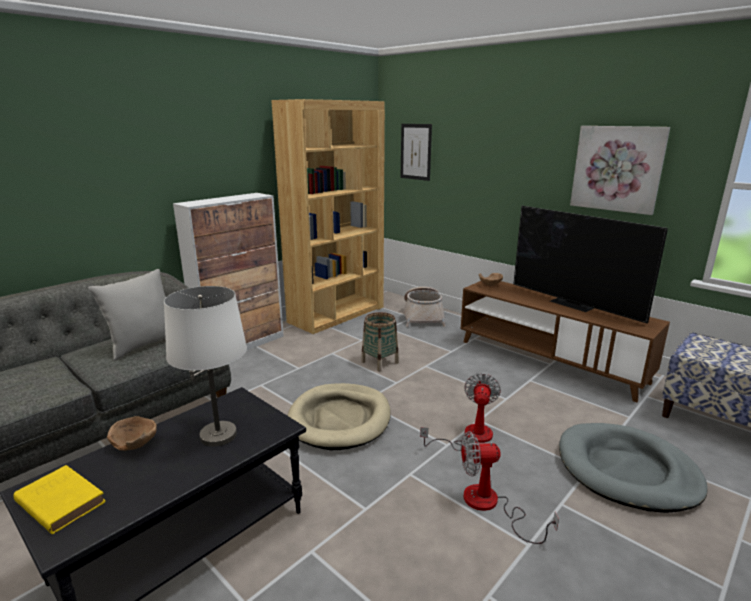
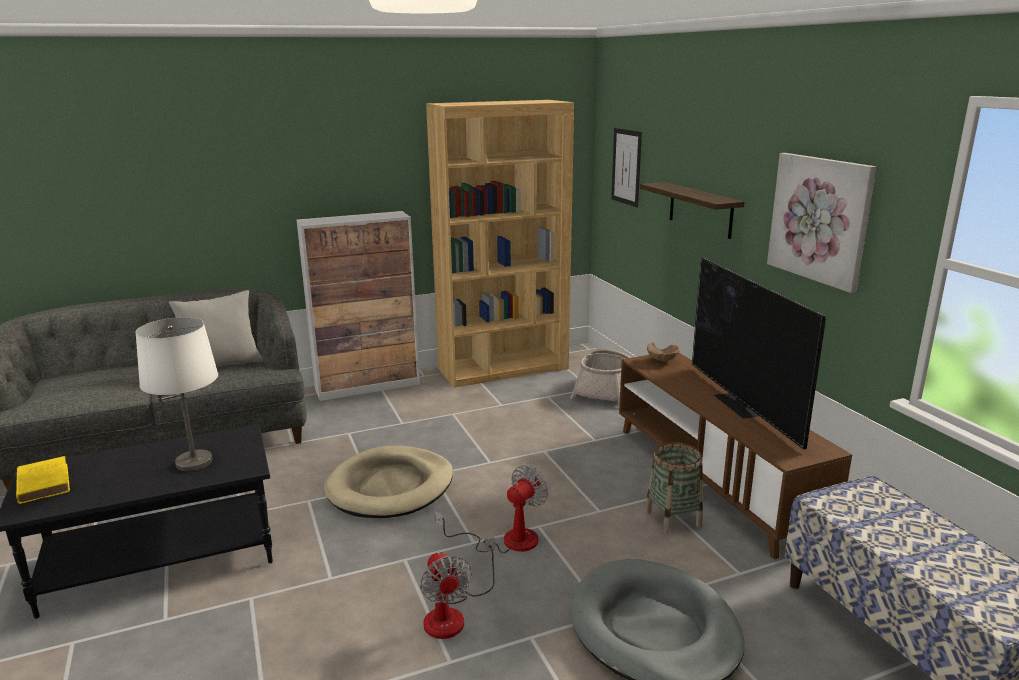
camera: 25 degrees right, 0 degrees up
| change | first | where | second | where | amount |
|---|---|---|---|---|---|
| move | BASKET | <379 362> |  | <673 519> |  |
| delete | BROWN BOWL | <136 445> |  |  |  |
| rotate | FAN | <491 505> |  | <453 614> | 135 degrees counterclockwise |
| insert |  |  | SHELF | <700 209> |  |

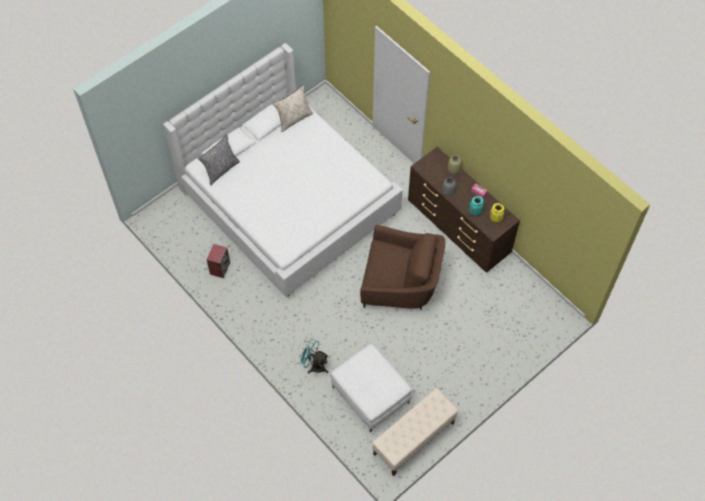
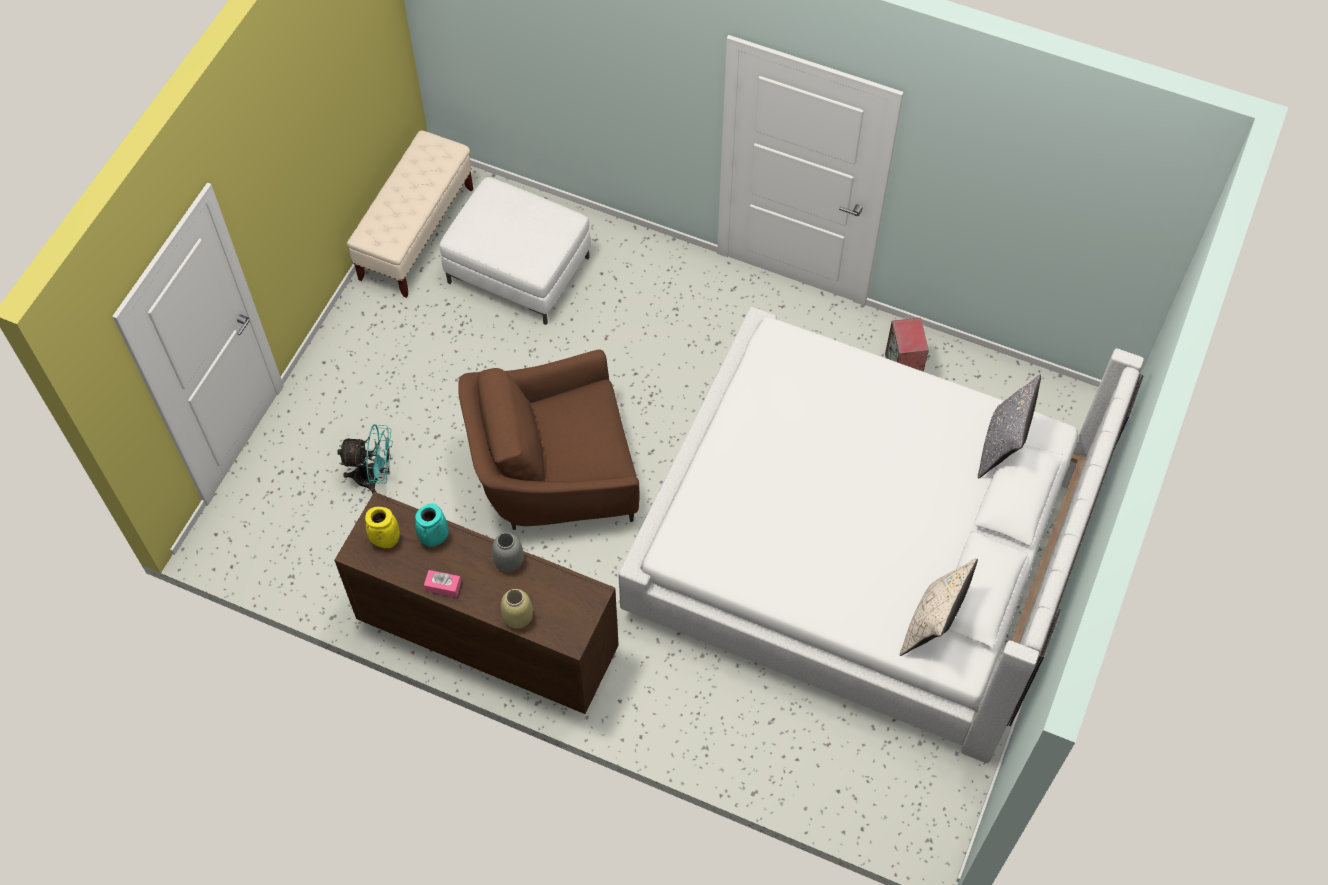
camera: 155 degrees right, 0 degrees up
| change | first | where | second | where | amount |
|---|---|---|---|---|---|
| move | TURQUOISE FAN | <314 365> |  | <374 477> |  |

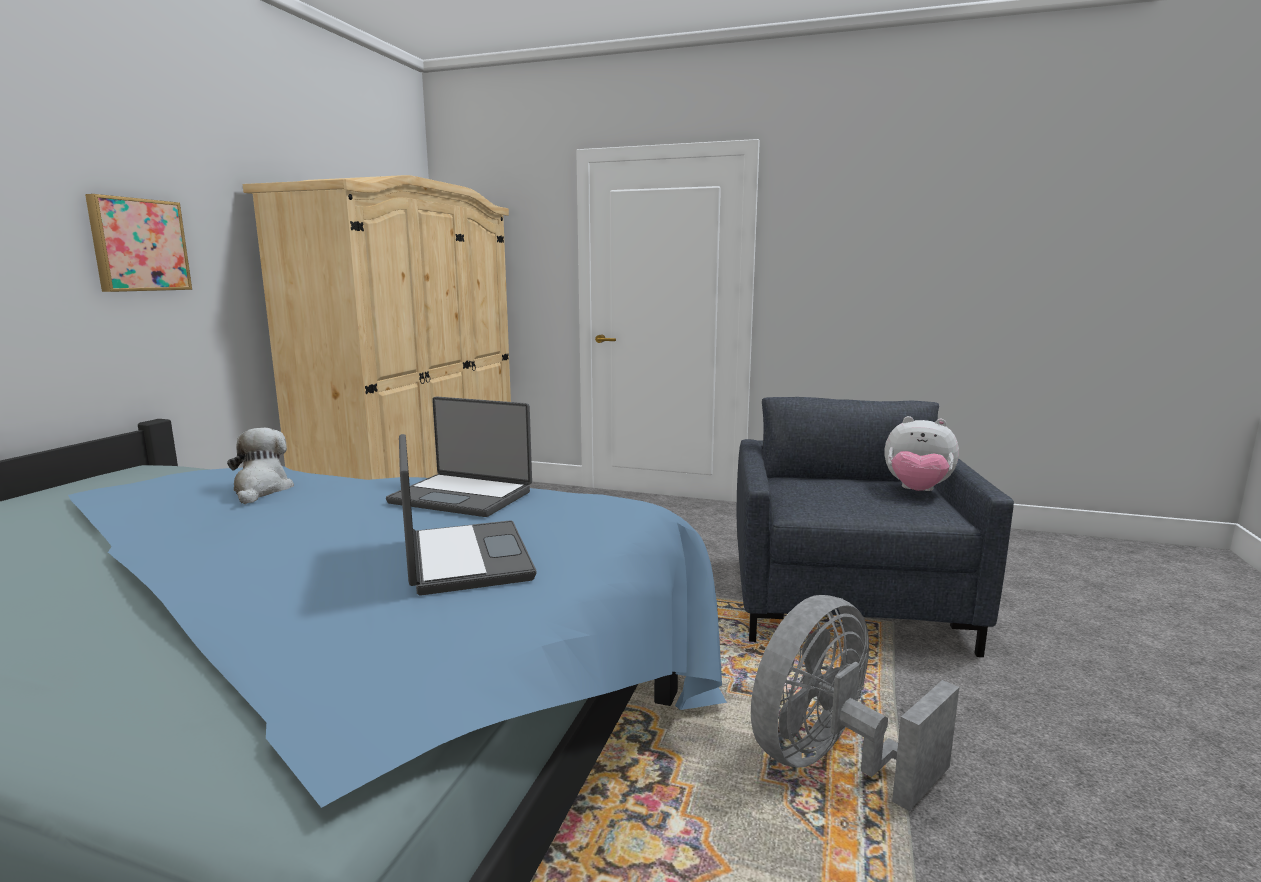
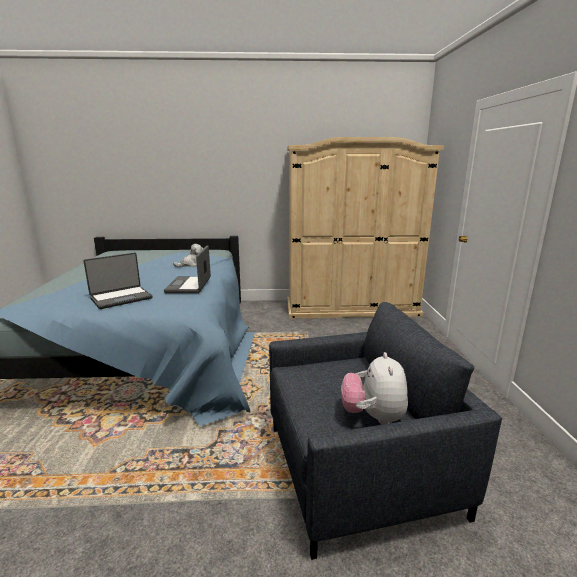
camera: 70 degrees right, 5 degrees up
| change | first | where | second | where | amount |
|---|---|---|---|---|---|
| delete | PICTURE | <138 245> |  |  |  |
| delete | GREY FAN | <831 762> |  |  |  |

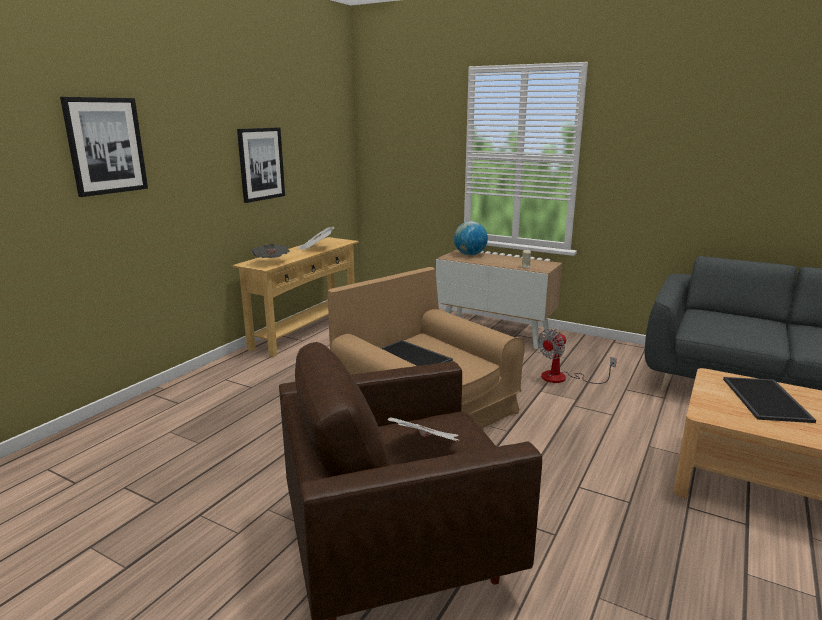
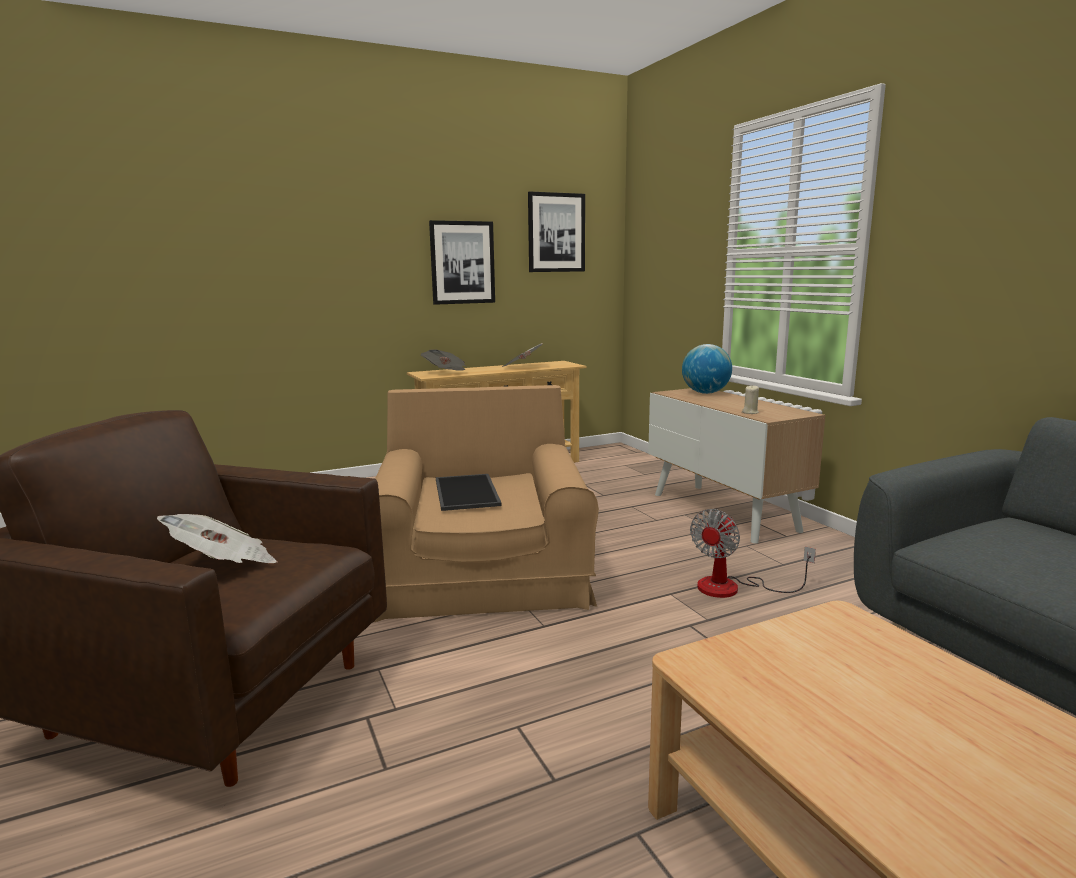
camera: 35 degrees right, 5 degrees down
| change | first | where | second | where | amount |
|---|---|---|---|---|---|
| move | PICTURE | <106 146> |  | <556 232> |  |
| rotate | FAN | <563 378> |  | <733 588> | 45 degrees counterclockwise |
| delete | TRAY | <767 400> |  |  |  |

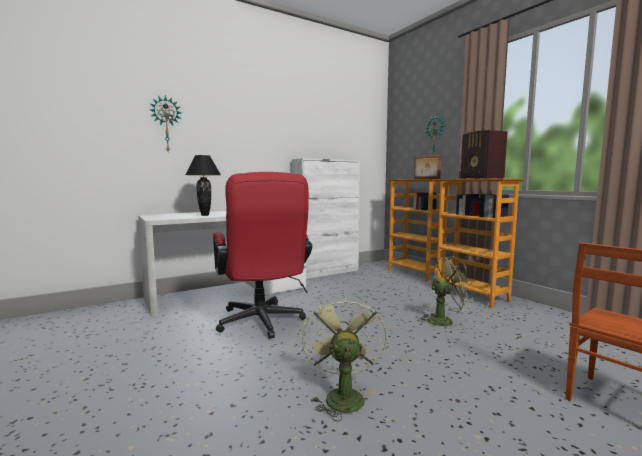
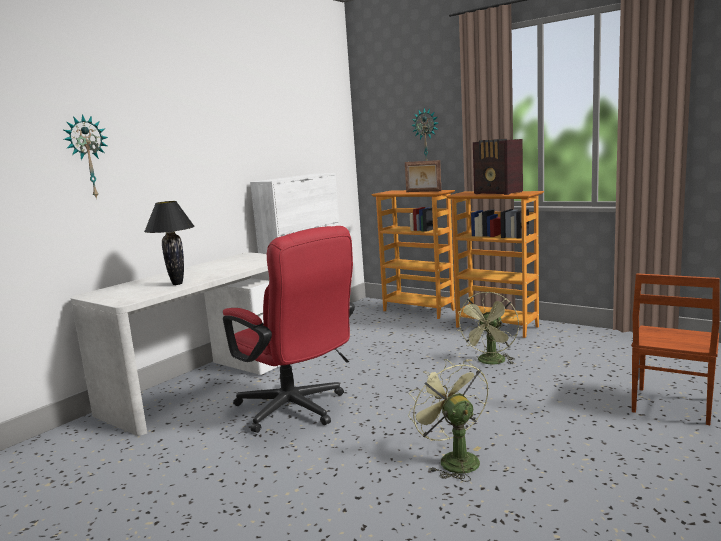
camera: 20 degrees left, 5 degrees up
| change | first | where | second | where | amount |
|---|---|---|---|---|---|
| rotate | GREEN FAN | <444 321> |  | <490 362> | 150 degrees clockwise |

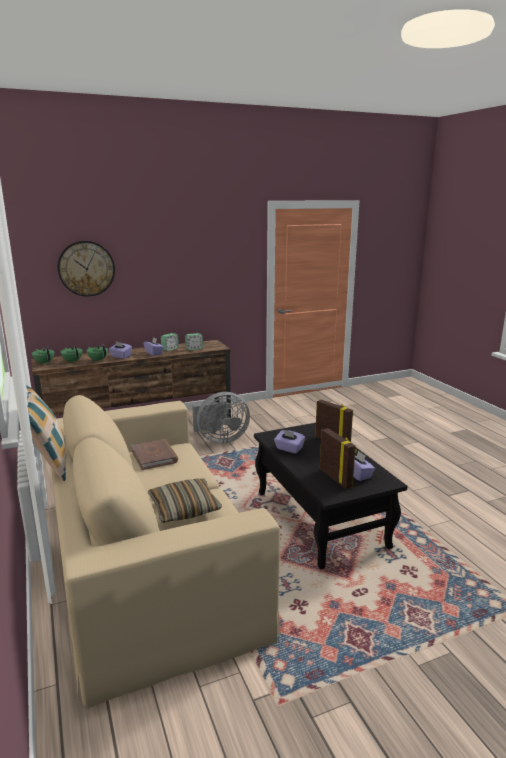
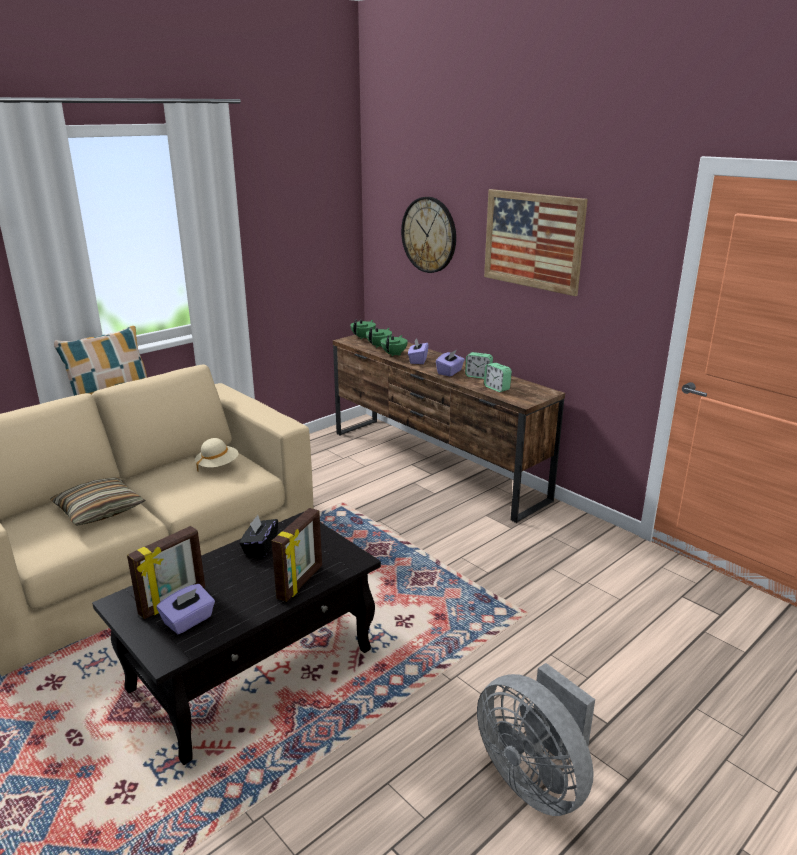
camera: 70 degrees right, 5 degrees up
| change | first | where | second | where | amount |
|---|---|---|---|---|---|
| move | GREY FAN | <220 439> |  | <535 779> |  |
| recolor | PURPLE TISSUE BOX | <289 449> | BLACK TISSUE BOX | <260 547> |  |
| replace | BROWN BOOK | <154 456> | BEIGE HAT | <217 466> |  |
| insert |  |  | PICTURE | <533 240> |  |

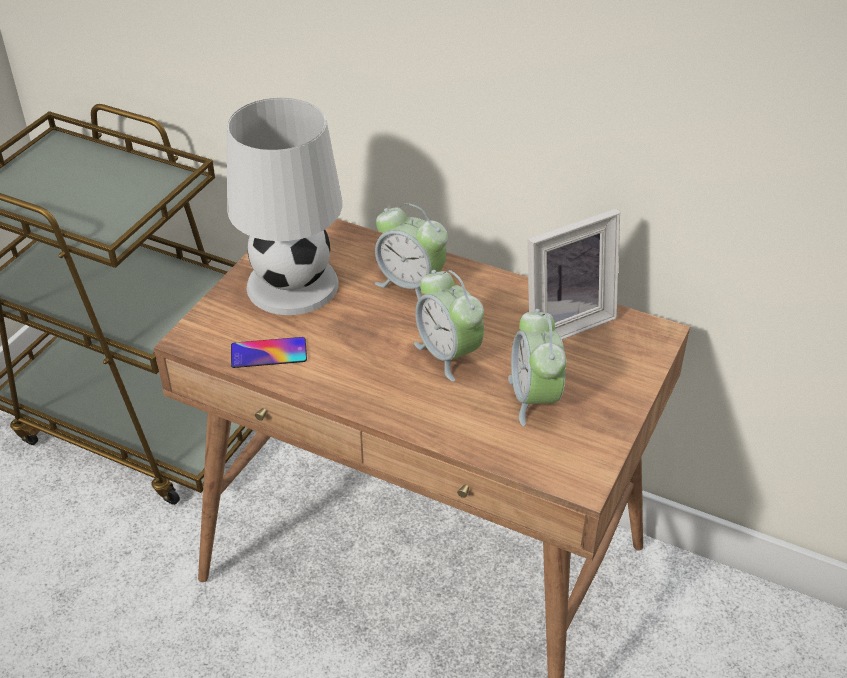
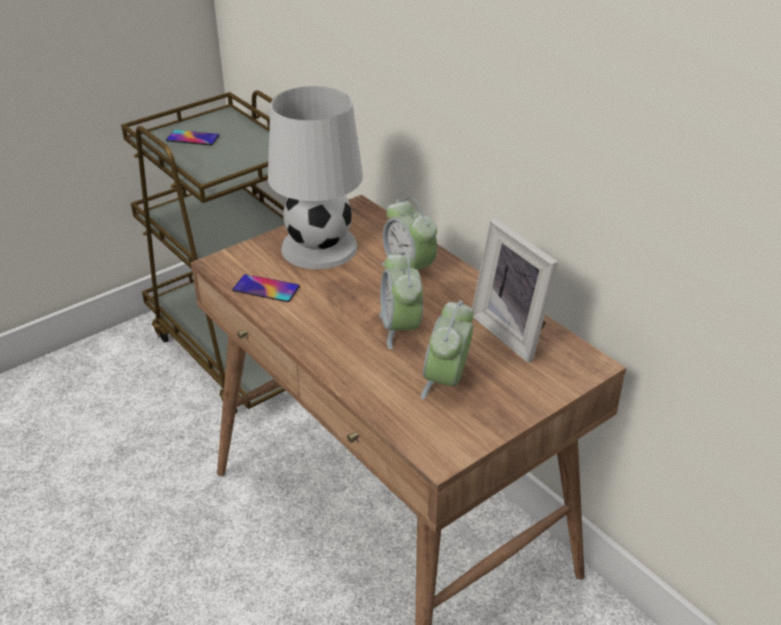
camera: 25 degrees right, 5 degrees down
| change | first | where | second | where | amount |
|---|---|---|---|---|---|
| rotate | PICTURE FRAME | <563 322> |  | <514 332> | 60 degrees clockwise |
| insert |  |  | PHONE | <193 138> |  |

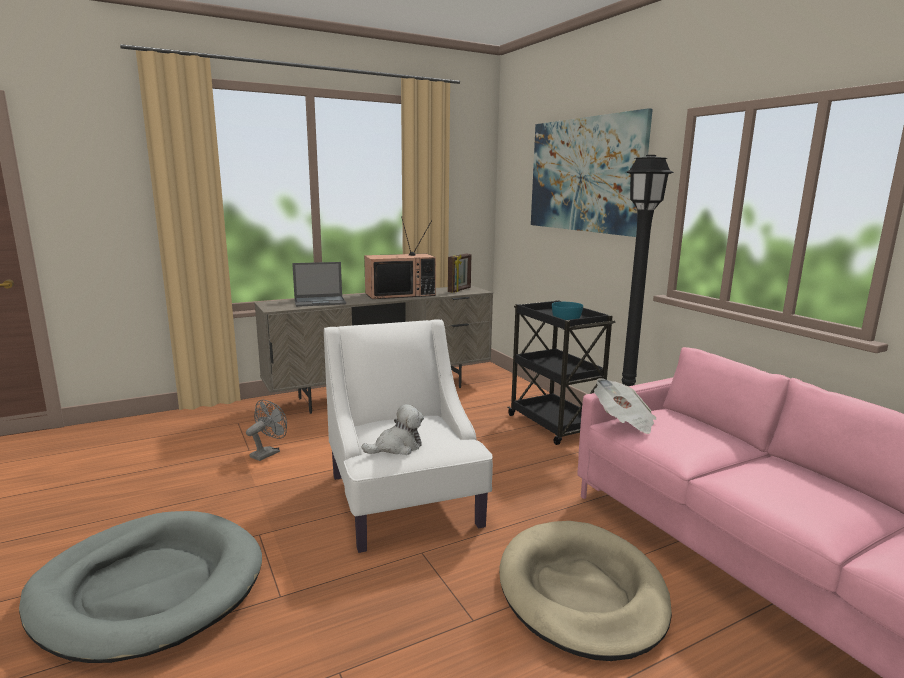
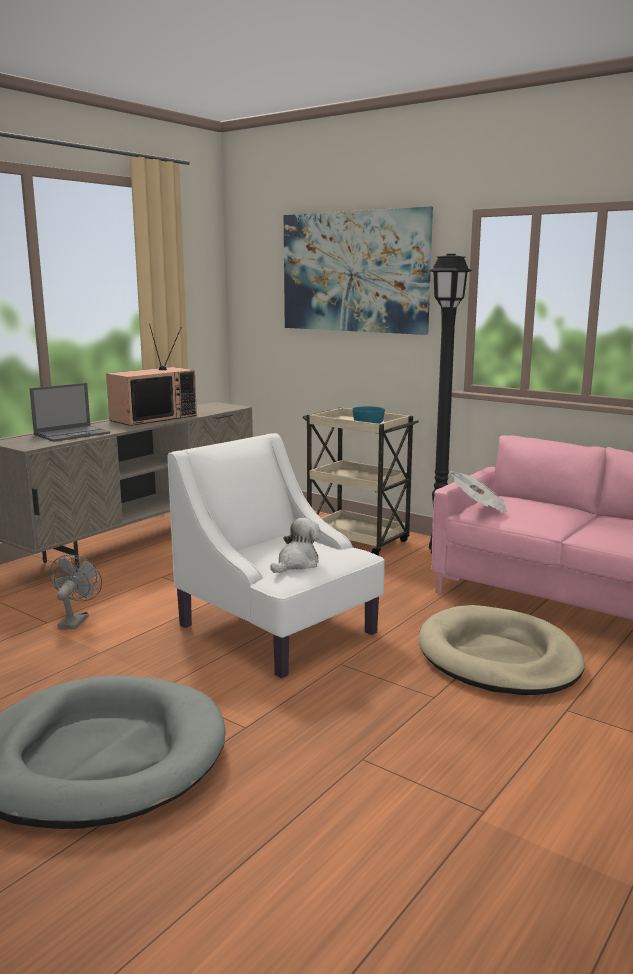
camera: 25 degrees left, 0 degrees up
| change | first | where | second | where | amount |
|---|---|---|---|---|---|
| delete | PICTURE FRAME | <460 290> |  |  |  |
| recolor | BLACK CART | <554 425> | BEIGE CART | <358 541> |  |

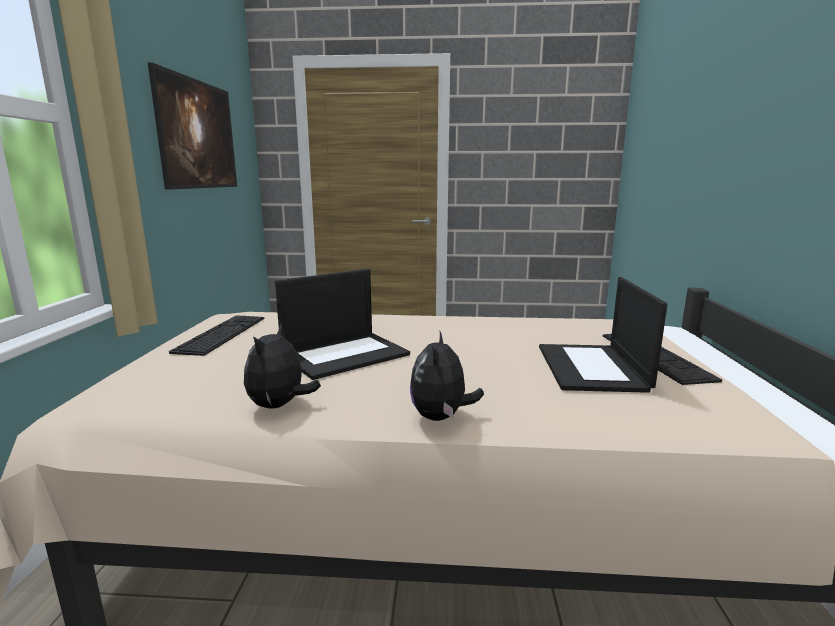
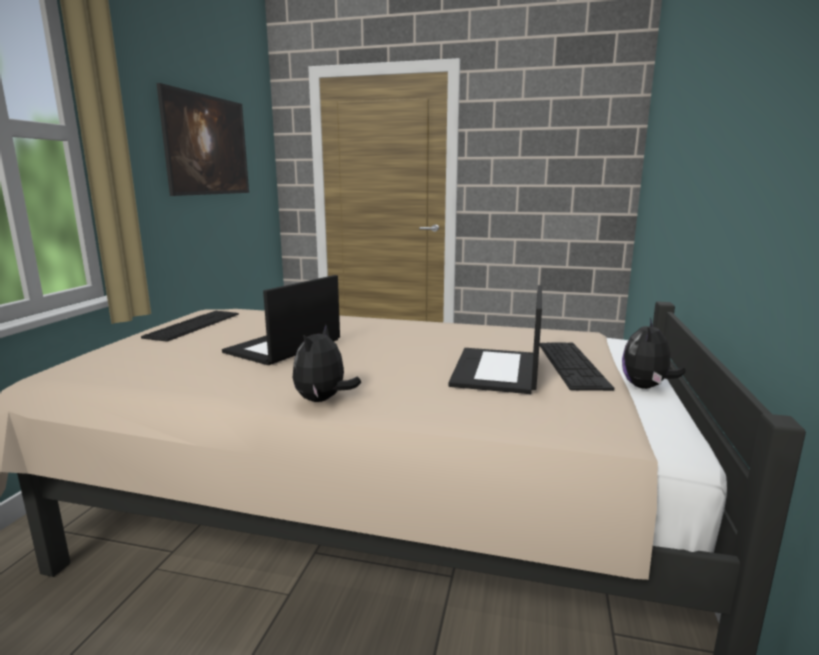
camera: 10 degrees right, 0 degrees up
| change | first | where | second | where | amount |
|---|---|---|---|---|---|
| rotate | LAPTOP | <345 354> |  | <283 347> | 150 degrees clockwise |
| move | PLUSH TOY | <279 406> |  | <646 387> |  |

